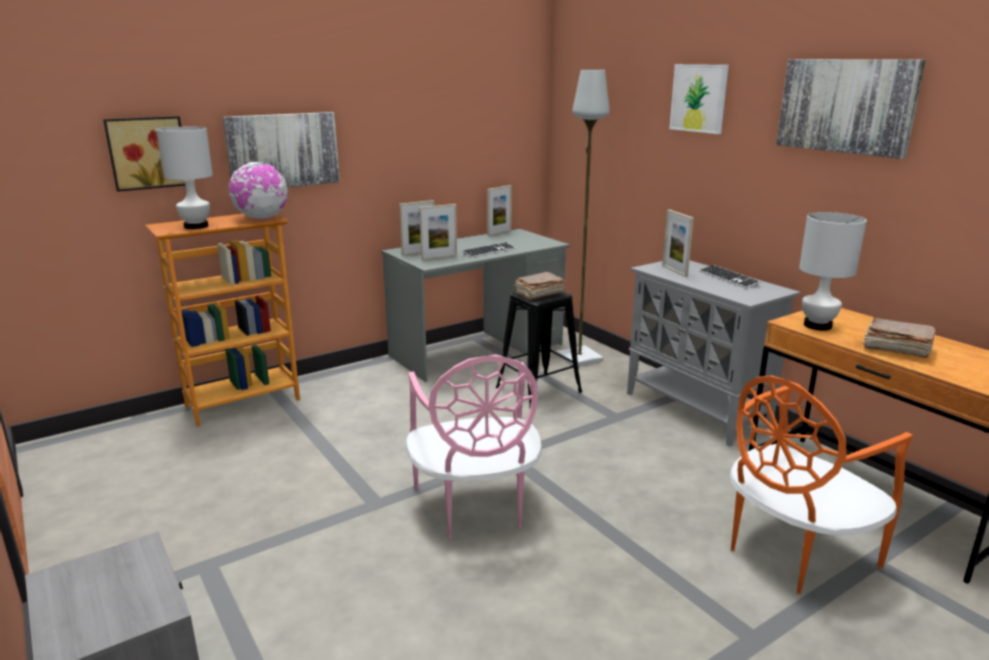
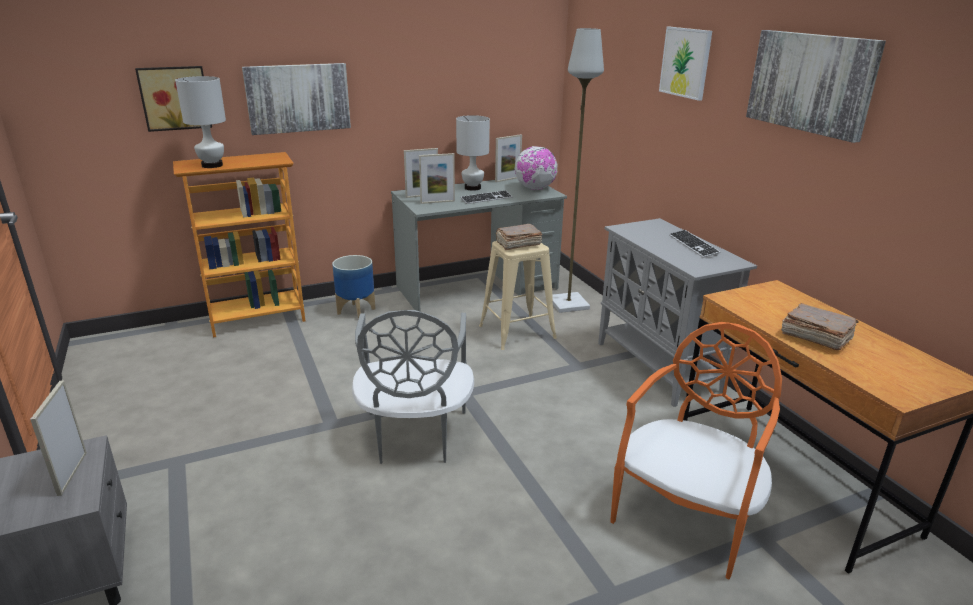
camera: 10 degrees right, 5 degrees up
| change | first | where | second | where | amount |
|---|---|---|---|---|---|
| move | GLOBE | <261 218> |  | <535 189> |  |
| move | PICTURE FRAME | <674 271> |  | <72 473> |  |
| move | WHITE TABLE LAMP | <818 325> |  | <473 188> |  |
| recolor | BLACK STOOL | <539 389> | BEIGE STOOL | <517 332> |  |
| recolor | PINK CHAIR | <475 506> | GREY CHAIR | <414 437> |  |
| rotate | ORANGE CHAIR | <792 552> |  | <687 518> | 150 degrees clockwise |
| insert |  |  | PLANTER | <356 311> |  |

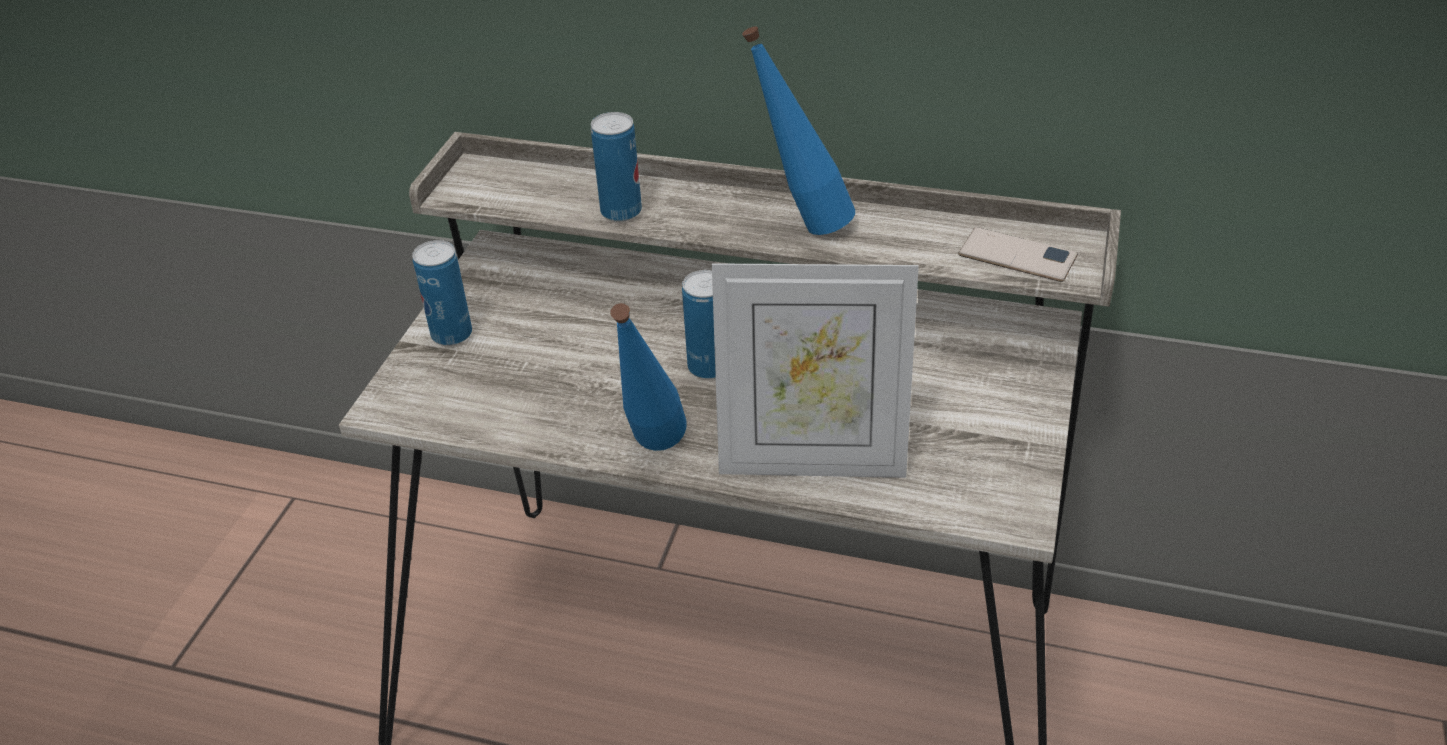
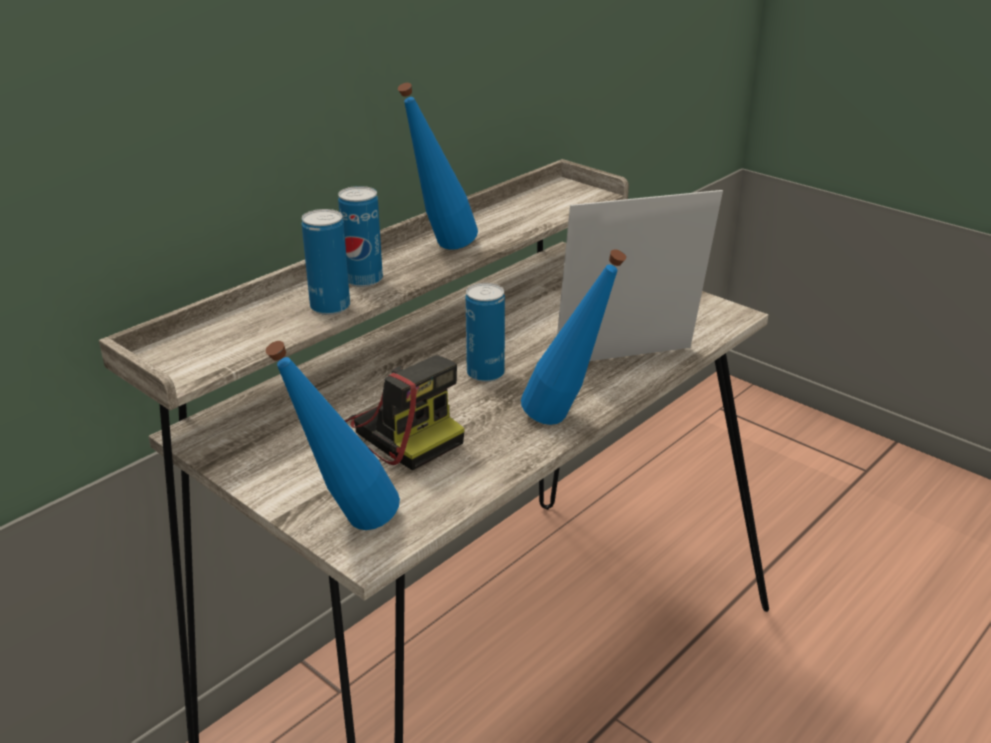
camera: 65 degrees left, 10 degrees down
| change | first | where | second | where | amount |
|---|---|---|---|---|---|
| delete | PHONE | <1017 255> |  |  |  |
| move | CAN | <452 334> |  | <363 280> |  |
| rotate | PICTURE FRAME | <812 461> |  | <628 363> | 135 degrees counterclockwise |
| insert |  |  | BLUE BOTTLE | <345 529> |  |
| insert |  |  | PHOTO CAMERA | <399 432> |  |

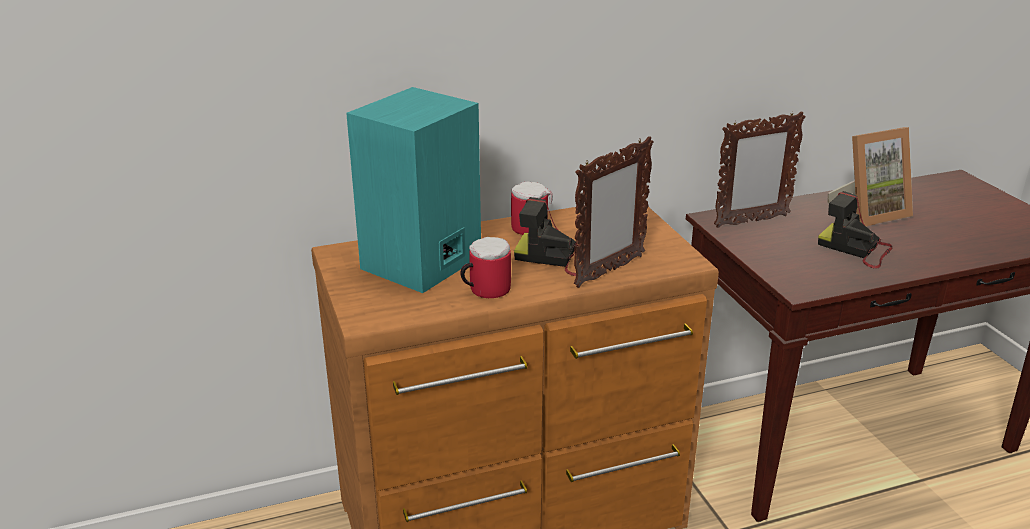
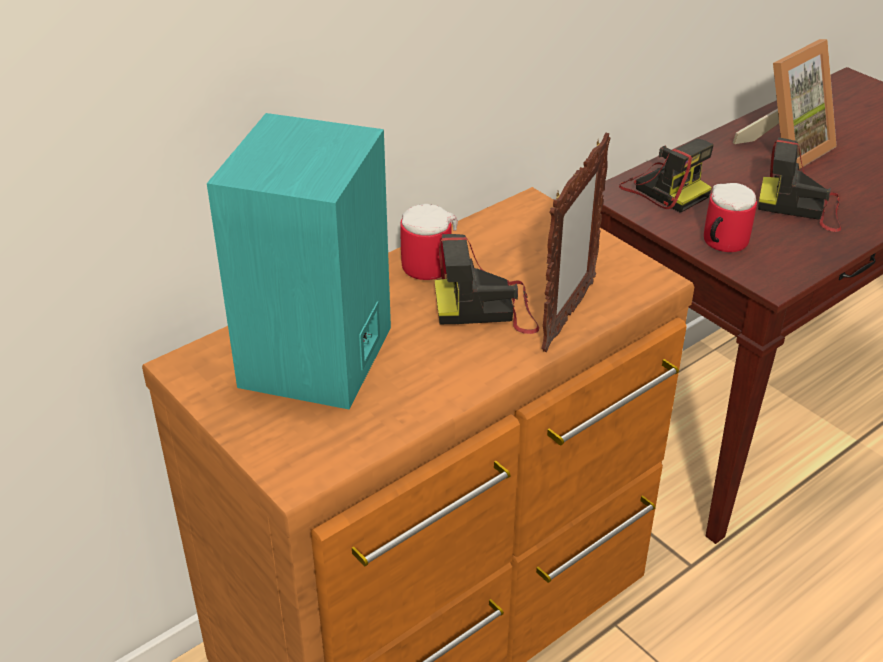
camera: 20 degrees left, 10 degrees up
| change | first | where | second | where | amount |
|---|---|---|---|---|---|
| replace | PICTURE FRAME | <750 221> | PHOTO CAMERA | <663 189> |  |
| move | MUG | <484 290> |  | <720 243> |  |

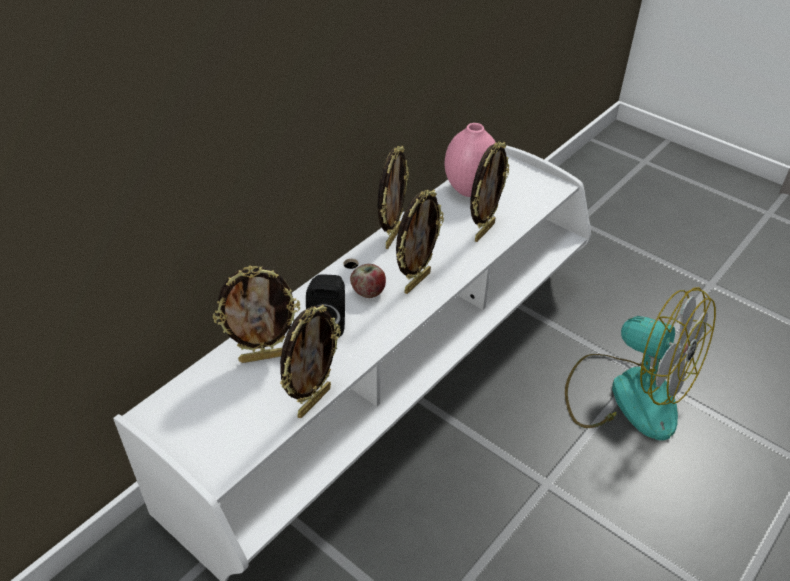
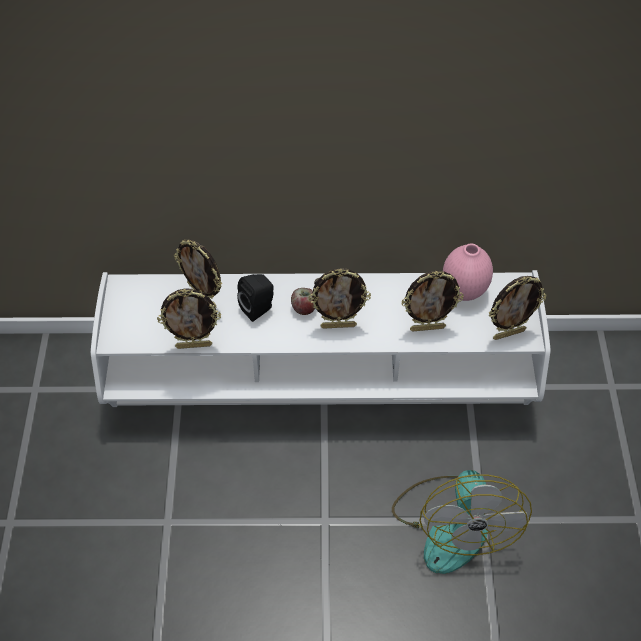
camera: 50 degrees right, 10 degrees up
| change | first | where | second | where | amount |
|---|---|---|---|---|---|
| move | PICTURE FRAME | <392 237> |  | <508 333> |  |

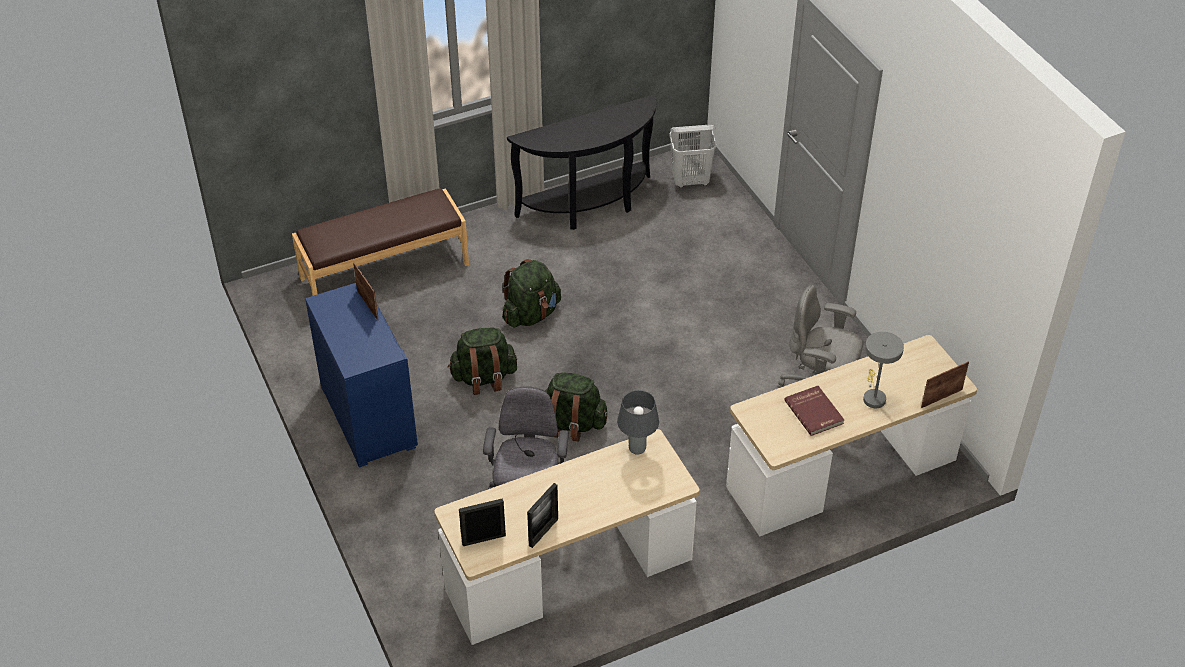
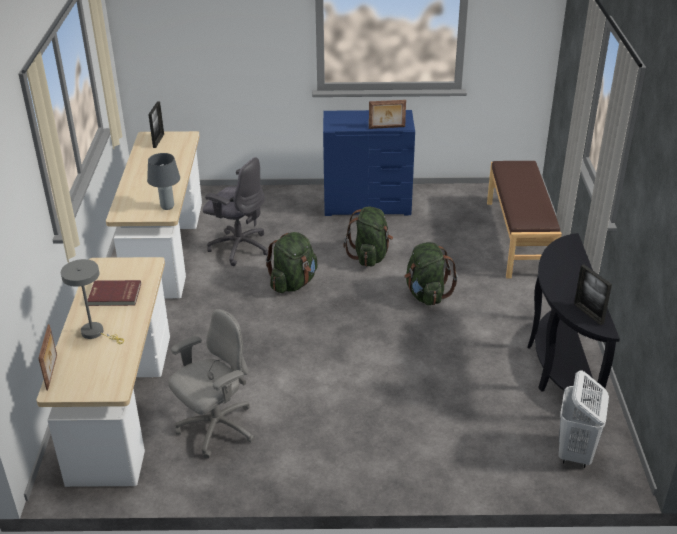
camera: 115 degrees right, 10 degrees down
| change | first | where | second | where | amount |
|---|---|---|---|---|---|
| move | PICTURE FRAME | <543 532> |  | <588 313> |  |

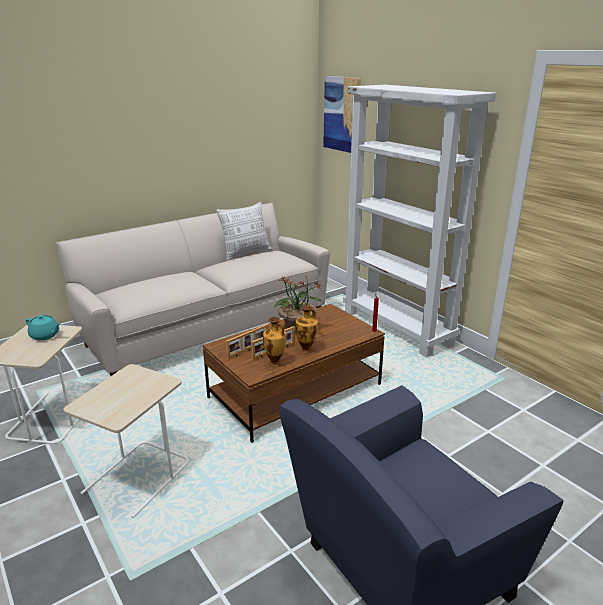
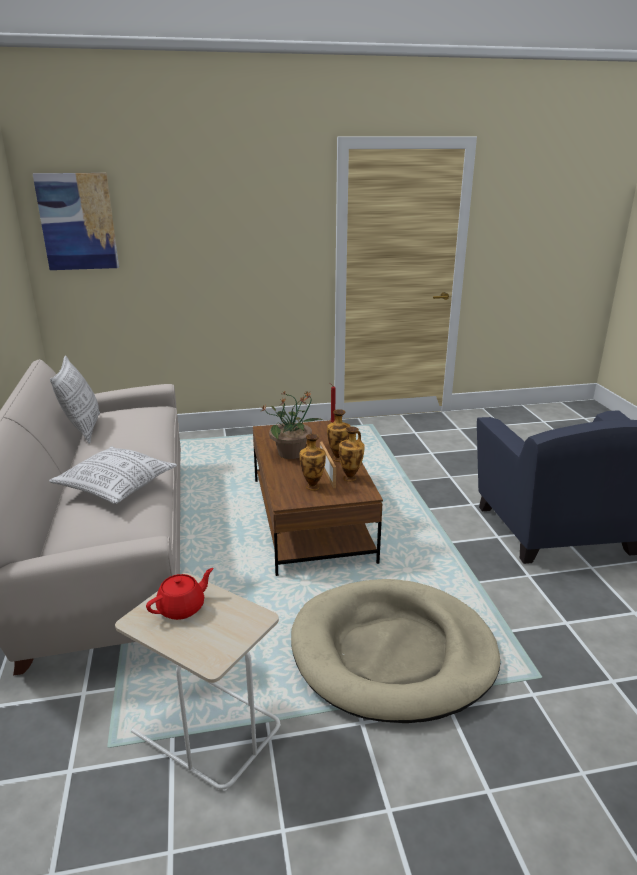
camera: 65 degrees left, 0 degrees up
| change | first | where | second | where | amount |
|---|---|---|---|---|---|
| delete | WHITE BOOKCASE | <397 328> |  |  |  |
| recolor | TURQUOISE TEAPOT | <45 336> | RED TEAPOT | <182 608> |  |
| replace | PICTURE FRAME | <248 350> | VASE | <312 486> |  |
| replace | BEIGE SIDE TABLE | <138 478> | BEIGE DOG BED | <393 653> |  |
| insert |  |  | PILLOW | <116 487> |  |

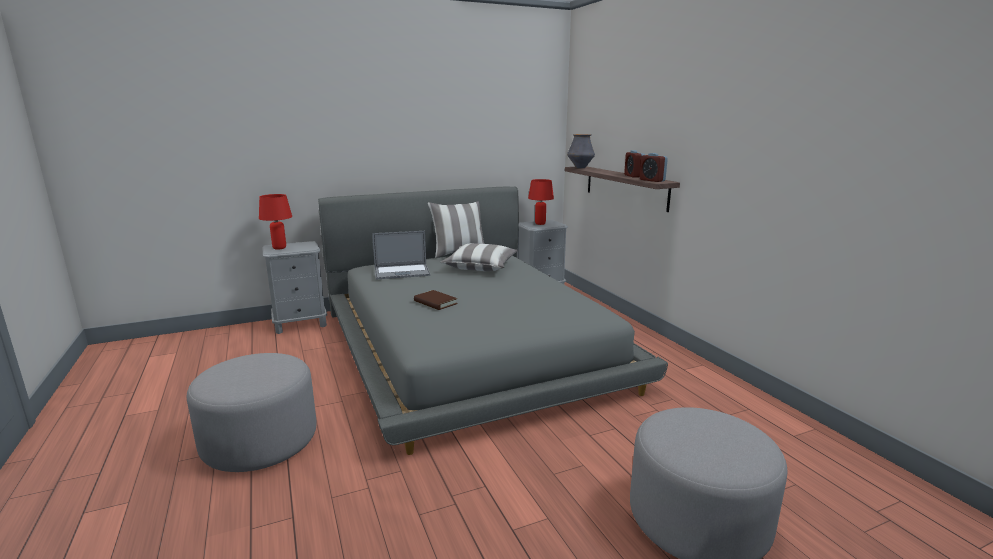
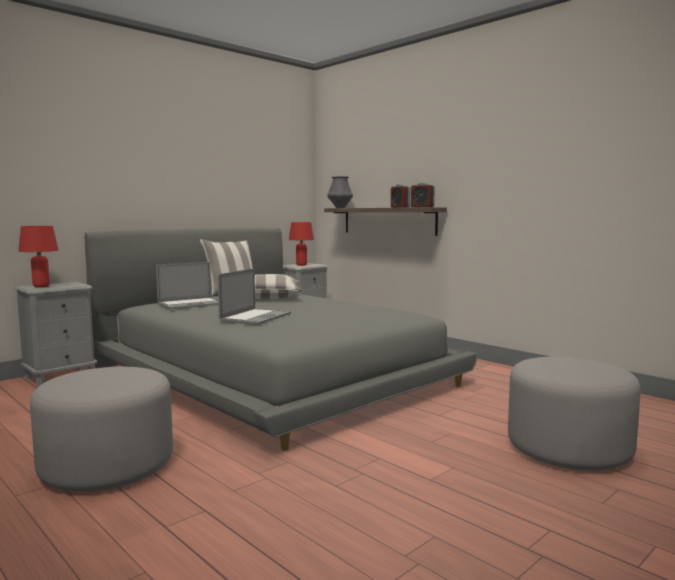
camera: 20 degrees left, 10 degrees down
| change | first | where | second | where | amount |
|---|---|---|---|---|---|
| replace | BROWN BOOK | <435 302> | LAPTOP | <256 317> |  |

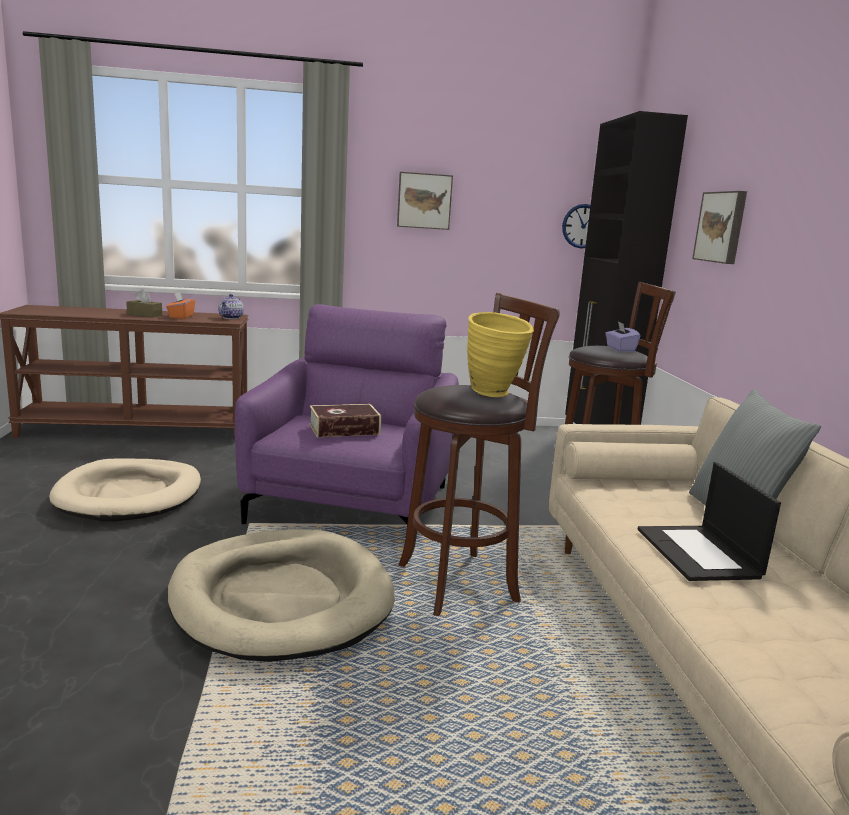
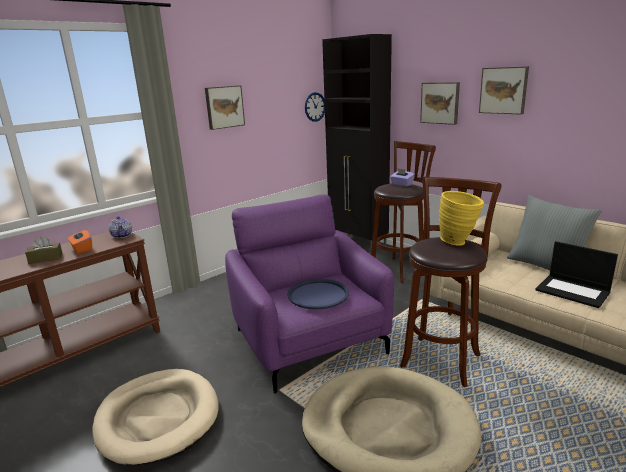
camera: 35 degrees left, 5 degrees up
| change | first | where | second | where | amount |
|---|---|---|---|---|---|
| replace | BOOK | <344 429> | BLUE TRAY | <318 294> |  |
| insert |  |  | PICTURE | <504 90> |  |

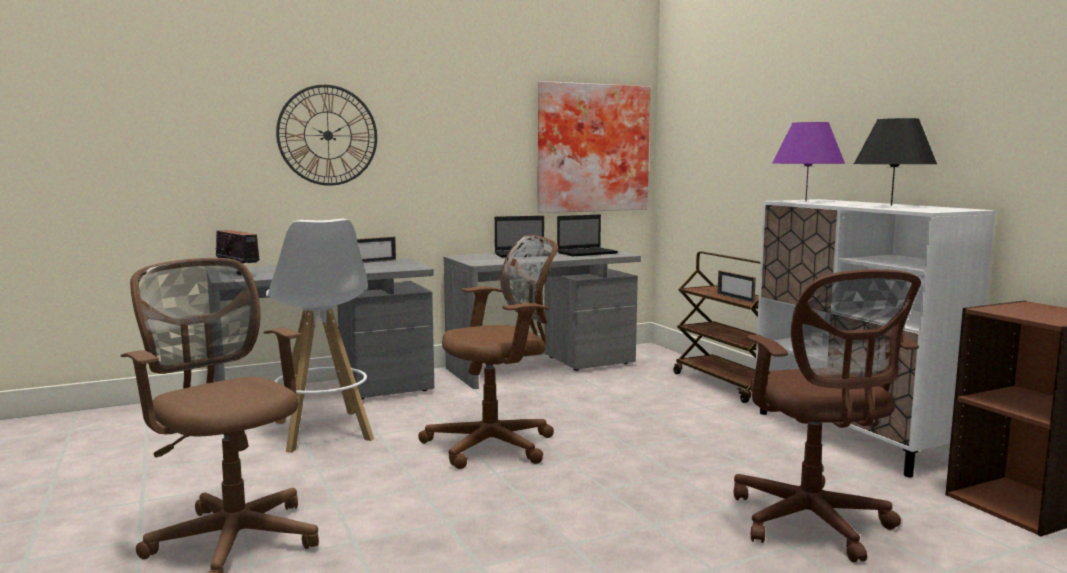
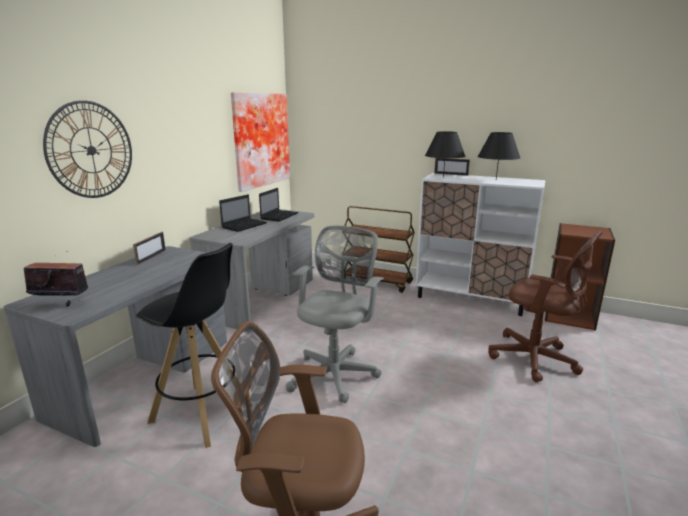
camera: 40 degrees left, 10 degrees up
| change | first | where | second | where | amount |
|---|---|---|---|---|---|
| recolor | PURPLE TABLE LAMP | <805 201> | BLACK TABLE LAMP | <443 177> |  |
| recolor | WHITE STOOL | <323 431> | BLACK STOOL | <202 414> |  |
| recolor | BROWN OFFICE CHAIR | <496 445> | GREY OFFICE CHAIR | <336 373> |  |
| move | PICTURE FRAME | <735 298> |  | <451 174> |  |

